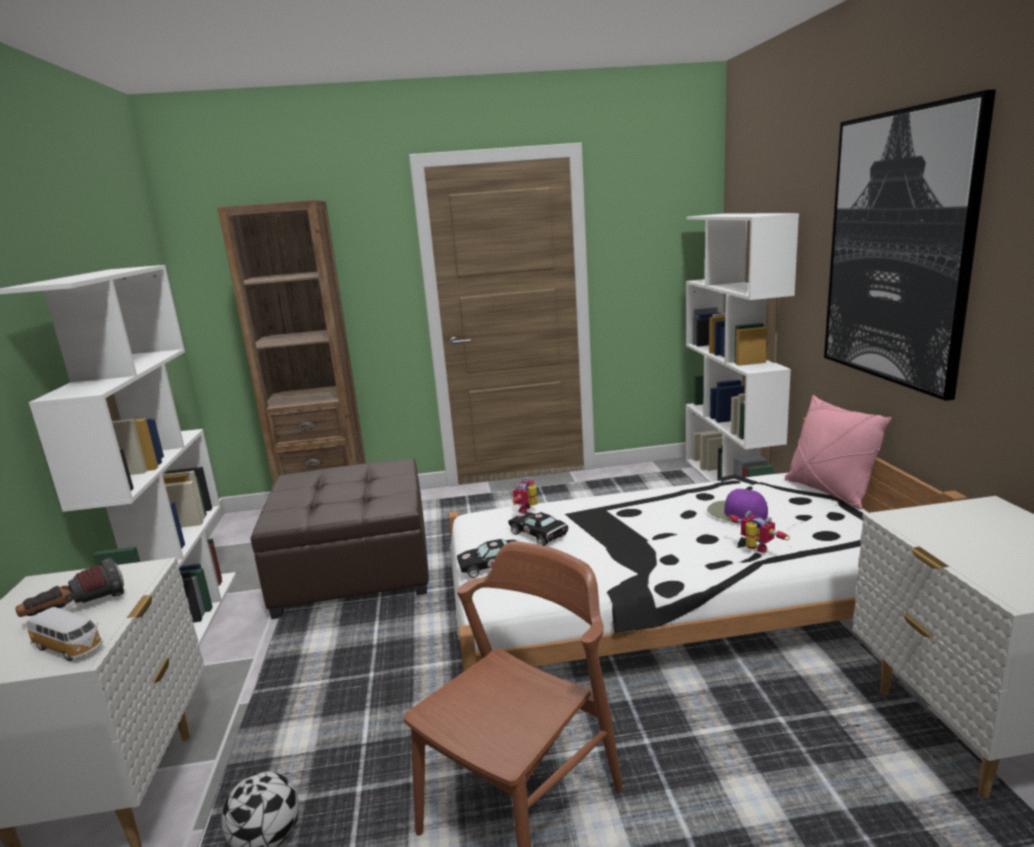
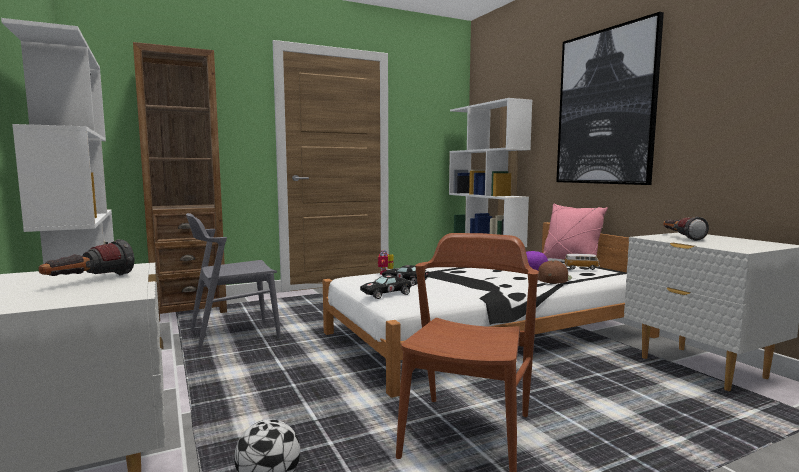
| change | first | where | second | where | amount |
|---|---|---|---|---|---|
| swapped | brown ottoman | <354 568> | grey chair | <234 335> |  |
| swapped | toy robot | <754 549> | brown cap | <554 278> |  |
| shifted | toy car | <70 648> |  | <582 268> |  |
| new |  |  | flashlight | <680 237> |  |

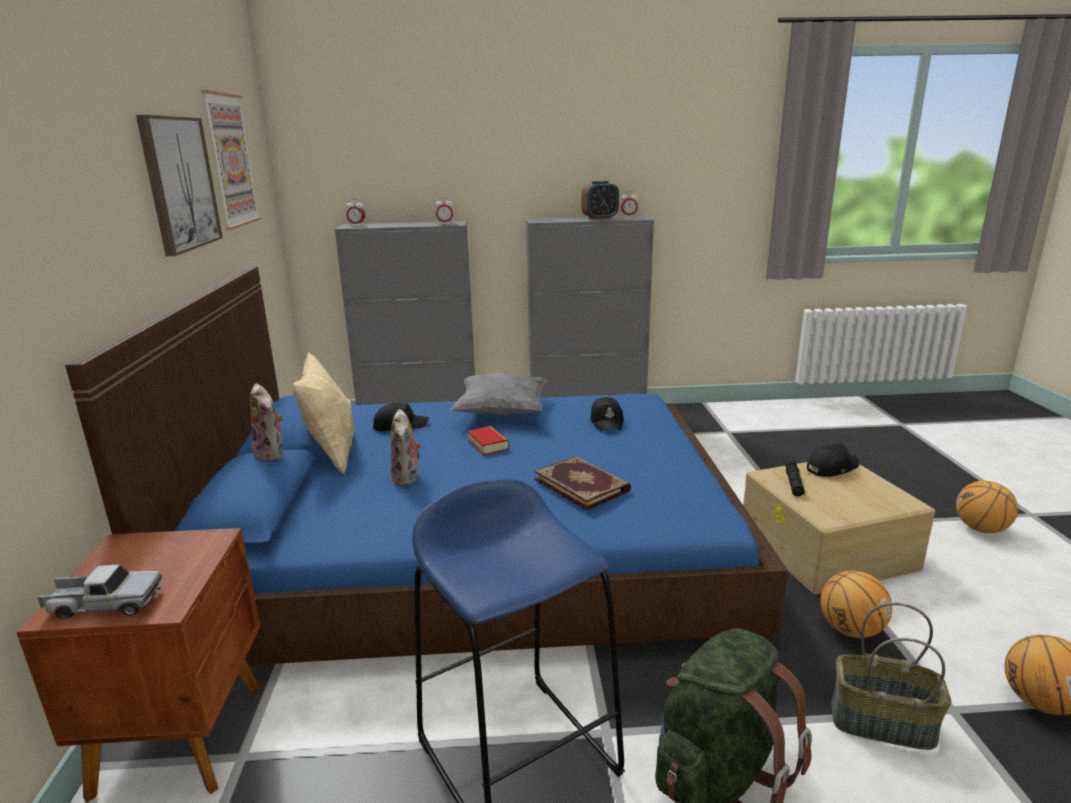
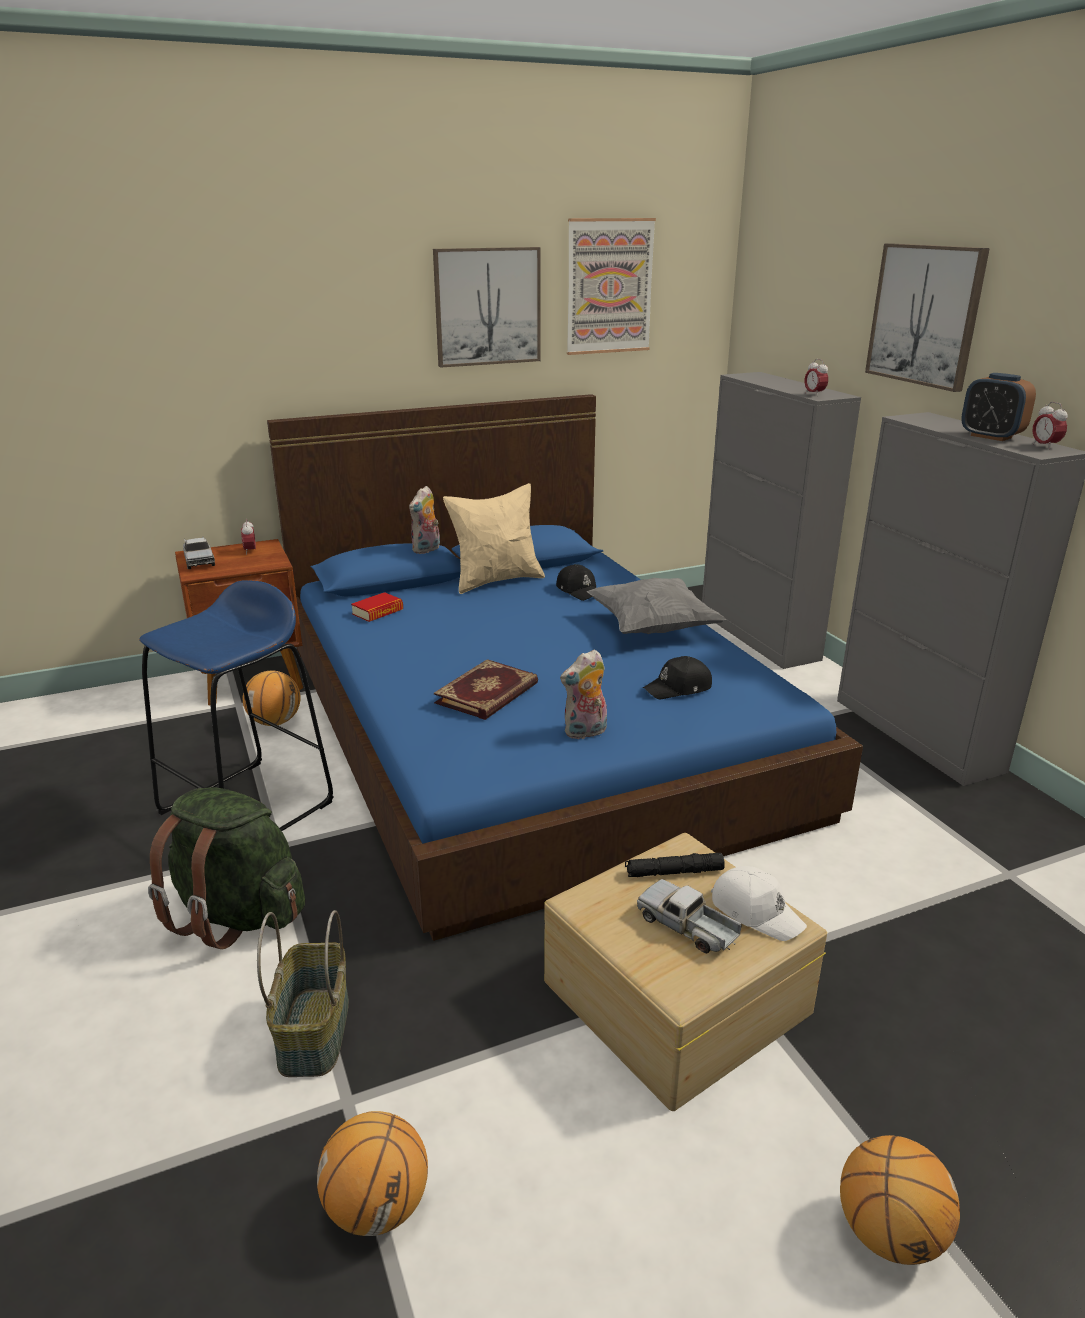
| change | first | where | second | where | amount |
|---|---|---|---|---|---|
| shifted | alarm clock | <357 225> |  | <250 551> |  |
| shifted | basketball | <850 630> |  | <275 722> |  |
| shifted | book | <488 445> |  | <377 612> |  |
| shifted | plush toy | <408 478> |  | <585 732> |  |
| new |  |  | toy truck | <687 927> |  |
| repainted | black cap | <831 468> | white cap | <756 911> |  |
| new |  |  | picture | <925 315> |  |

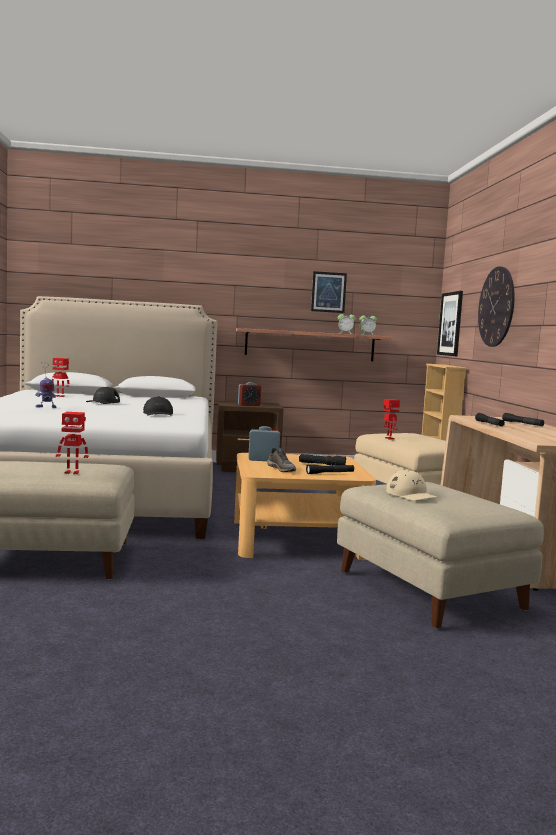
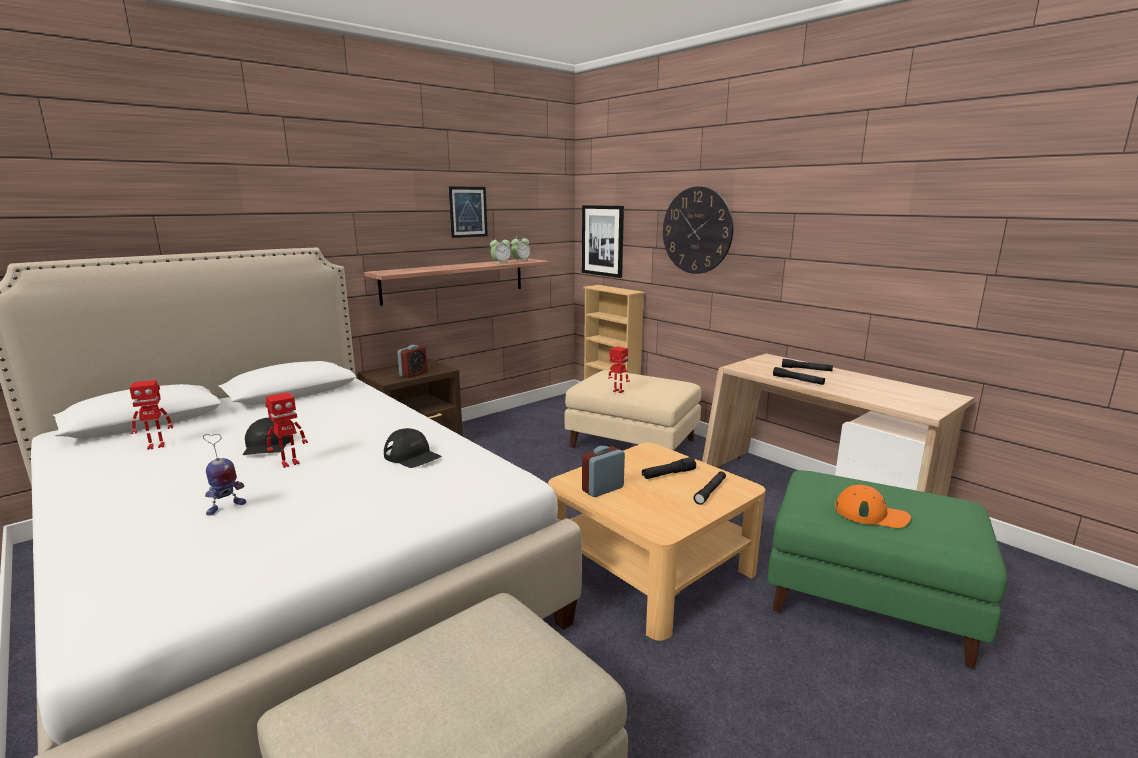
| change | first | where | second | where | amount |
|---|---|---|---|---|---|
| shifted | toy robot | <72 472> |  | <289 463> |  |
| repainted | beige ottoman | <431 590> | green ottoman | <870 599> |  |
| repainted | beige cap | <411 494> | orange cap | <871 514> |  |
| gone | grey shoe | <282 469> |  |  |  |

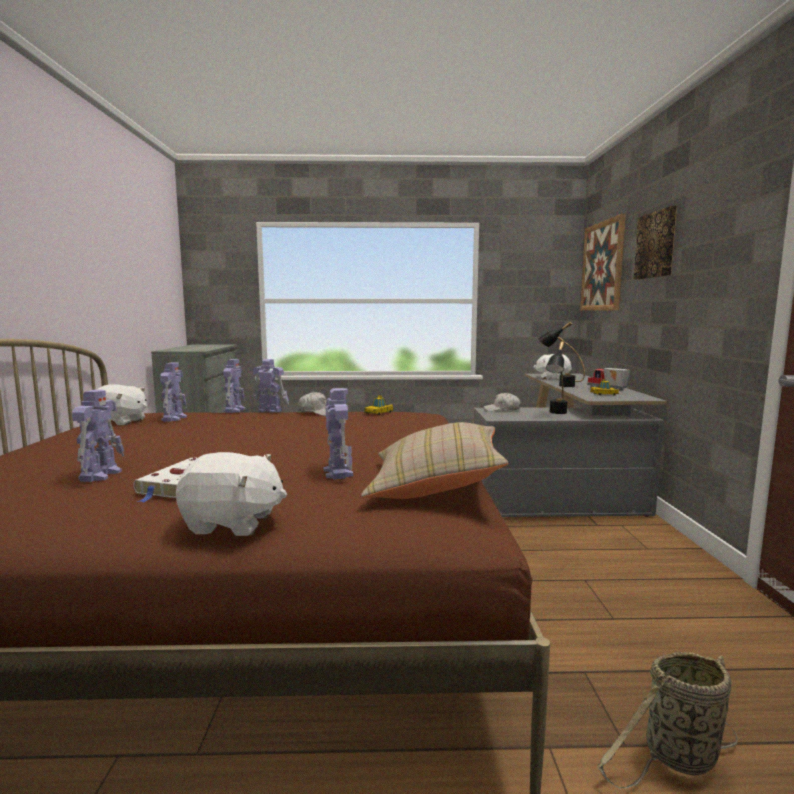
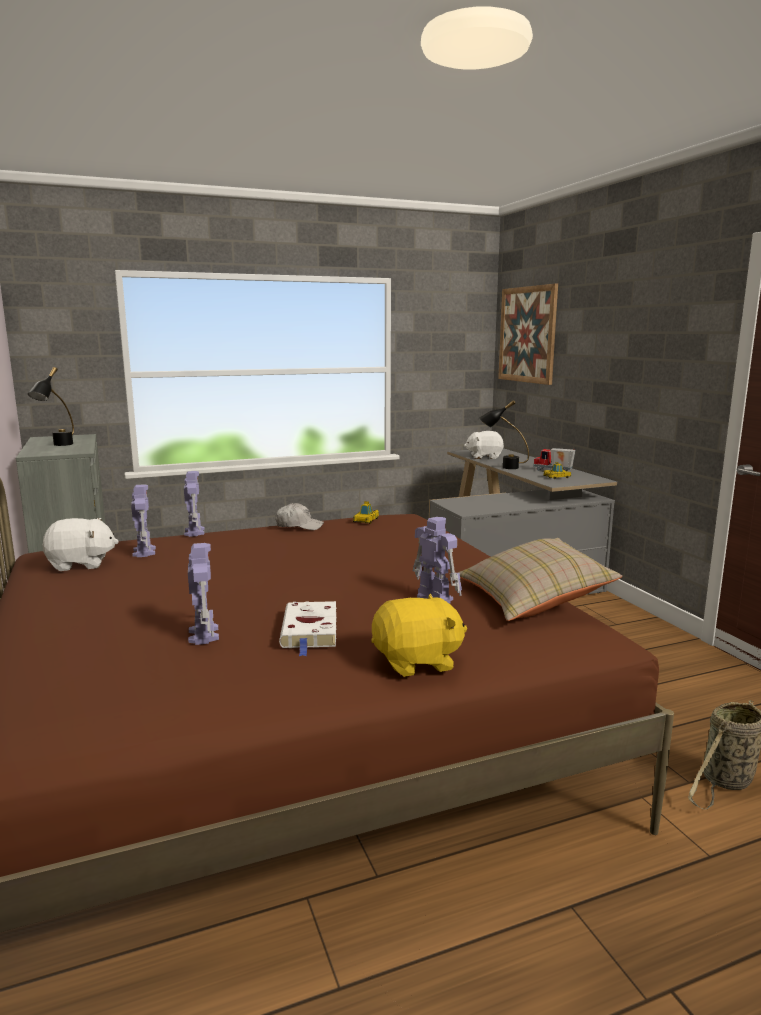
| change | first | where | second | where | amount |
|---|---|---|---|---|---|
| shifted | black table lamp | <556 413> |  | <58 445> |  |
| repainted | white plush toy | <232 523> | yellow plush toy | <417 662> |  |
| gone | toy robot | <269 410> |  |  |  |
| gone | white cap | <502 409> |  |  |  |
| gone | picture | <656 245> |  |  |  |

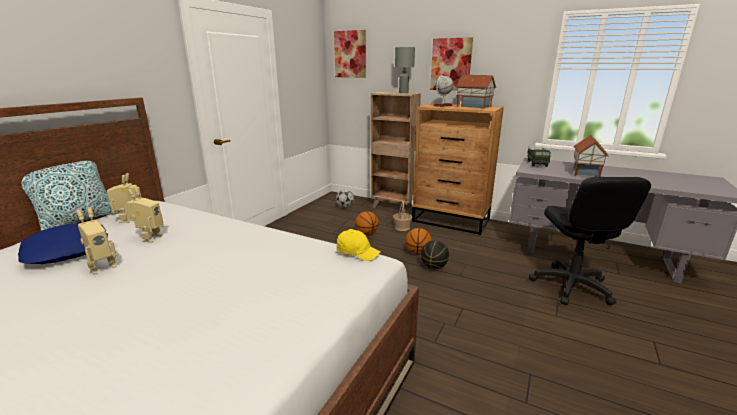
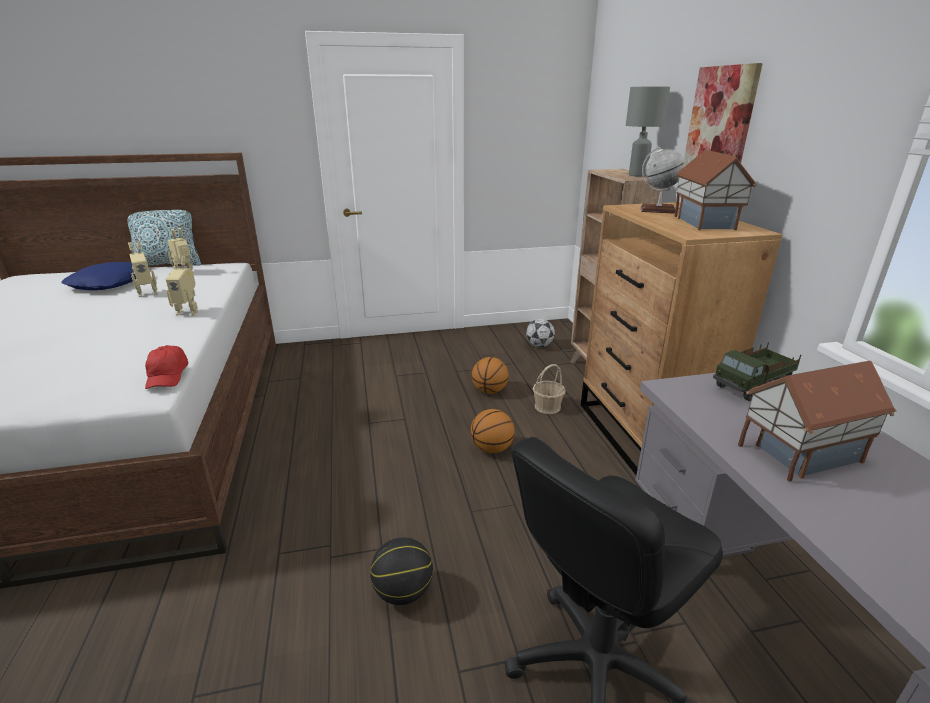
| change | first | where | second | where | amount |
|---|---|---|---|---|---|
| repainted | yellow cap | <357 252> | red cap | <168 376> |  |
| shifted | toy robot | <102 267> |  | <188 312> |  |
| shifted | basketball | <434 266> |  | <403 592> |  |
| gone | picture | <350 54> |  |  |  |

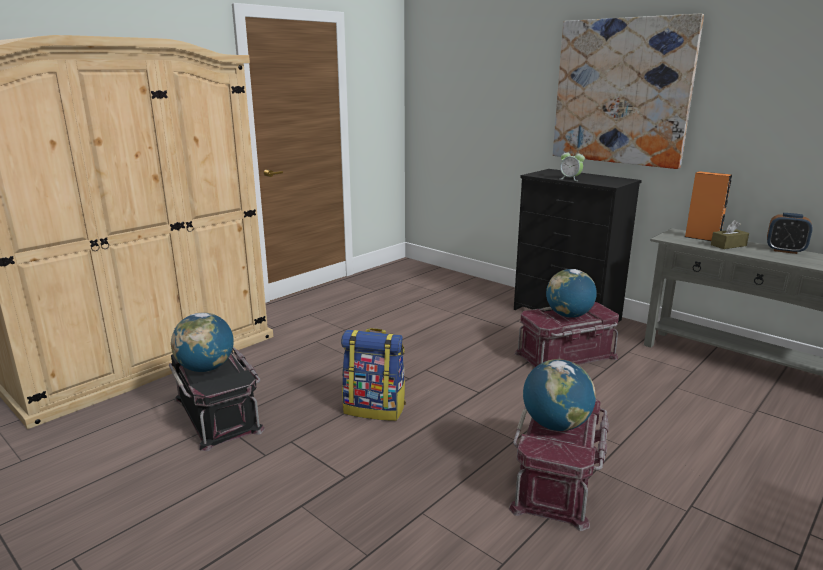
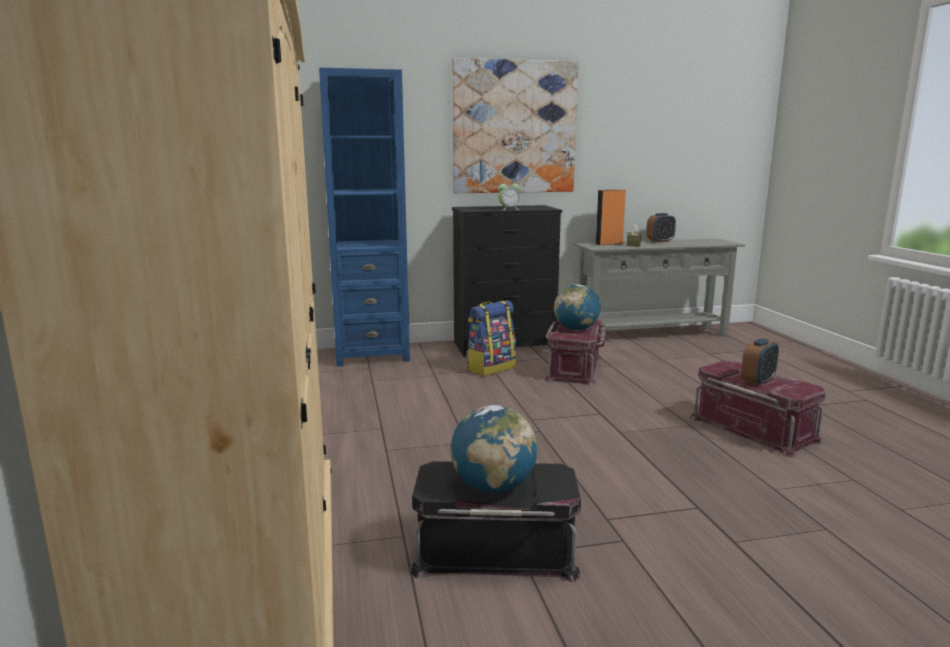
| change | first | where | second | where | amount |
|---|---|---|---|---|---|
| new |  |  | blue bookcase | <371 354> |  |
| shifted | backpack | <375 409> |  | <491 368> |  |
| swapped | globe | <555 425> | alarm clock | <758 381> |  |

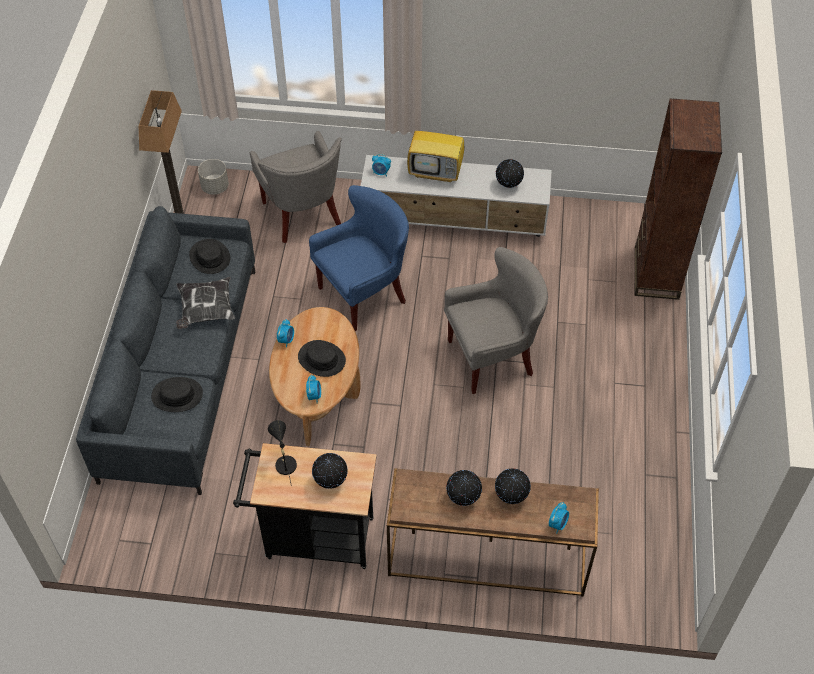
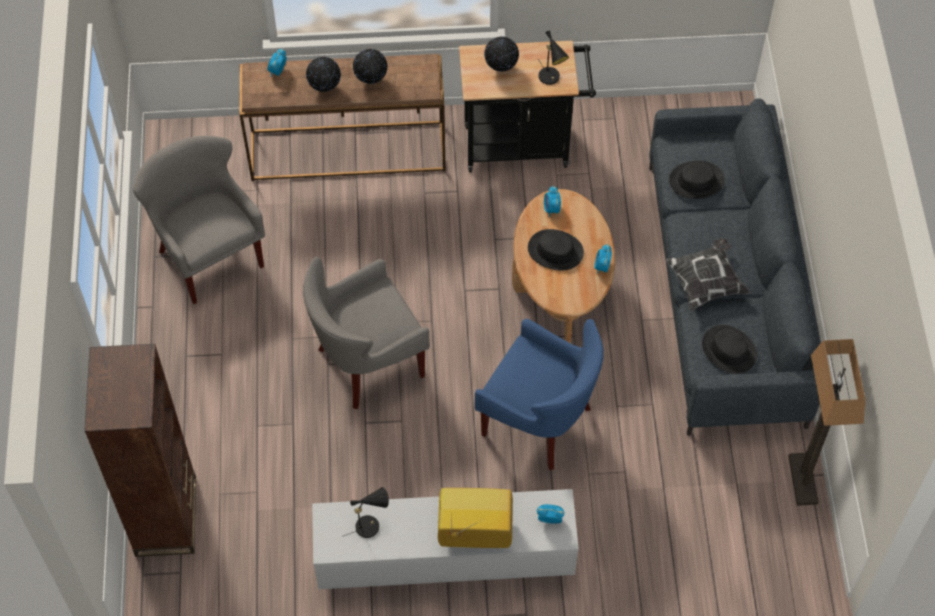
| change | first | where | second | where | amount |
|---|---|---|---|---|---|
| shifted | grey armchair | <302 216> |  | <210 257> |  |
| swapped | globe | <508 186> | black table lamp | <370 524> |  |
| rotated | blue armchair | <364 295> |  | <539 423> | 105 degrees counterclockwise |
| gone | grey planter | <215 187> |  |  |  |

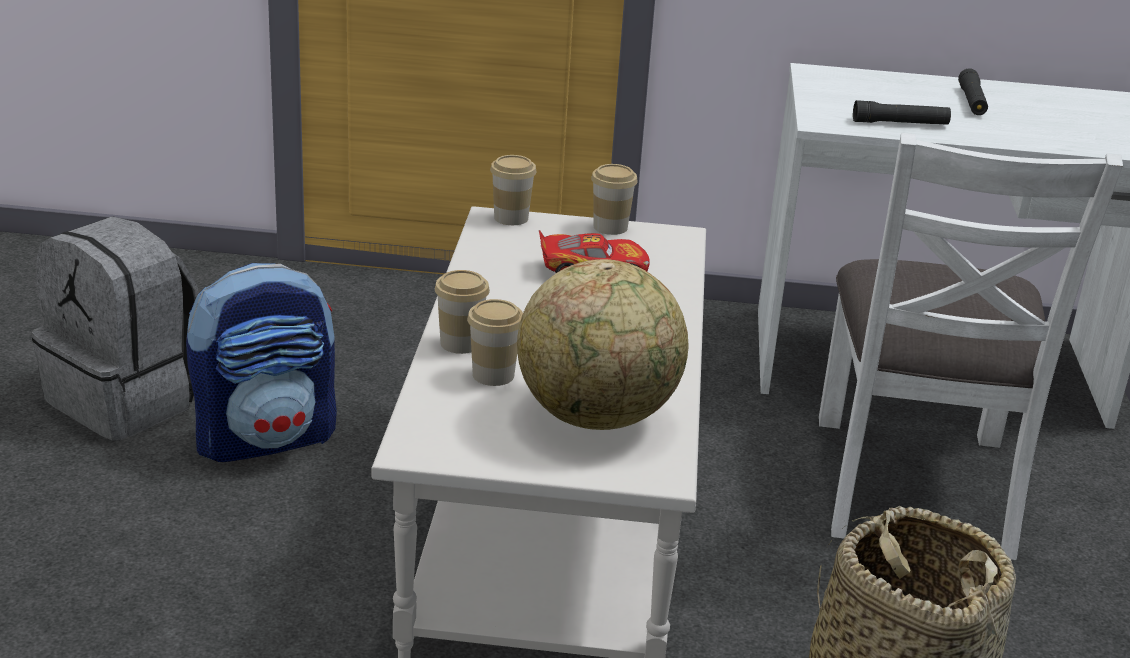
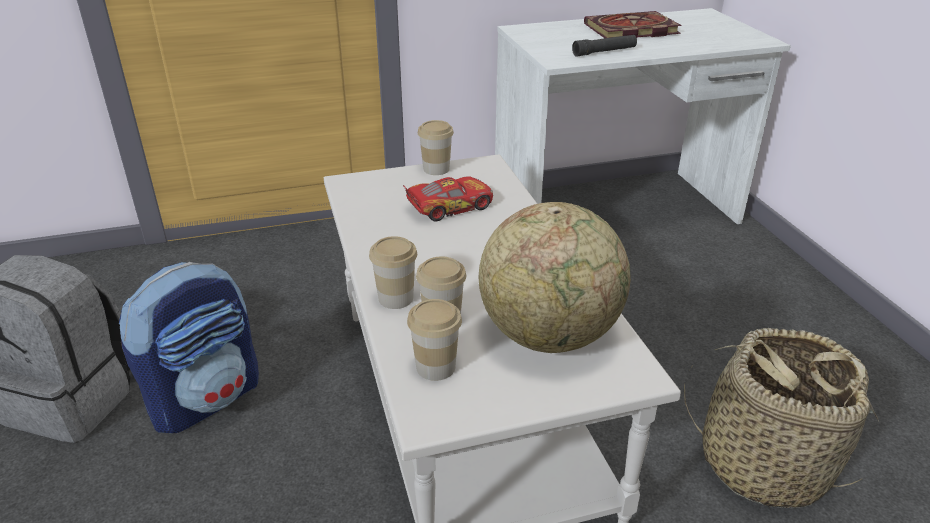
| change | first | where | second | where | amount |
|---|---|---|---|---|---|
| shifted | cup | <511 218> |  | <435 367> |  |
| swapped | black flashlight | <971 102> | book | <630 30> |  |
| gone | white chair | <915 485> |  |  |  |

